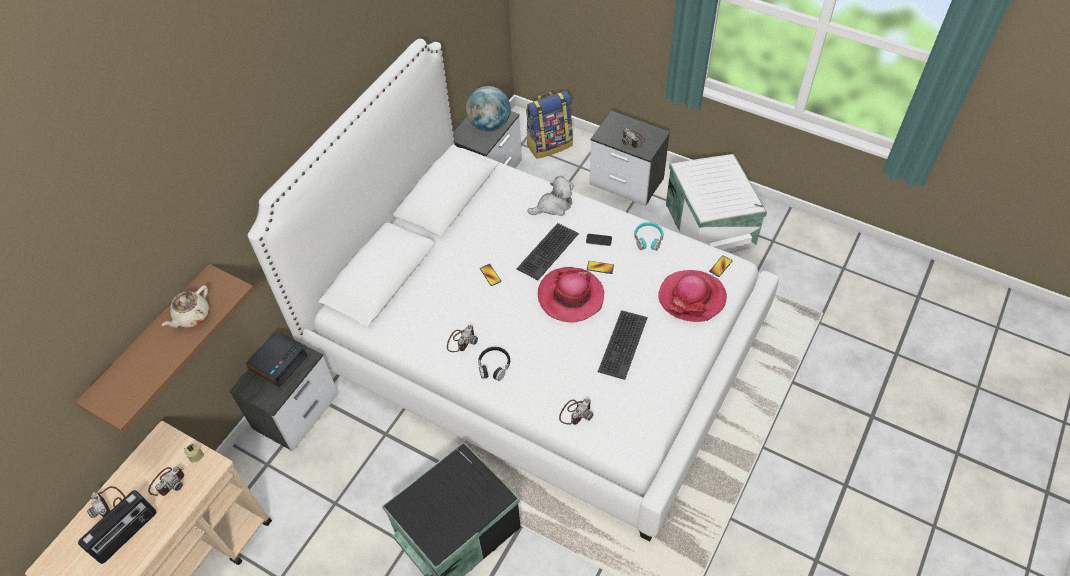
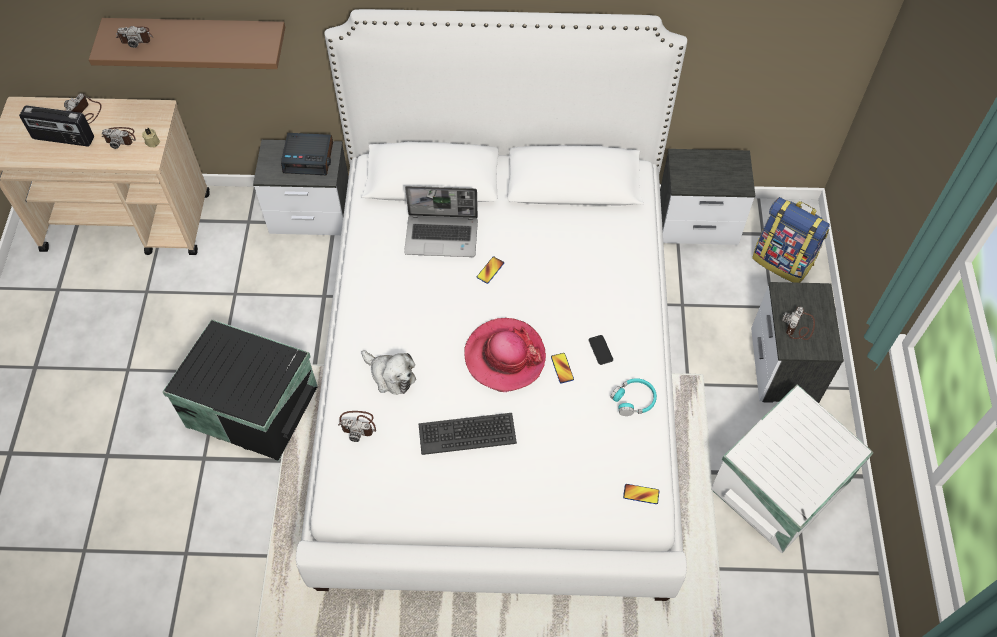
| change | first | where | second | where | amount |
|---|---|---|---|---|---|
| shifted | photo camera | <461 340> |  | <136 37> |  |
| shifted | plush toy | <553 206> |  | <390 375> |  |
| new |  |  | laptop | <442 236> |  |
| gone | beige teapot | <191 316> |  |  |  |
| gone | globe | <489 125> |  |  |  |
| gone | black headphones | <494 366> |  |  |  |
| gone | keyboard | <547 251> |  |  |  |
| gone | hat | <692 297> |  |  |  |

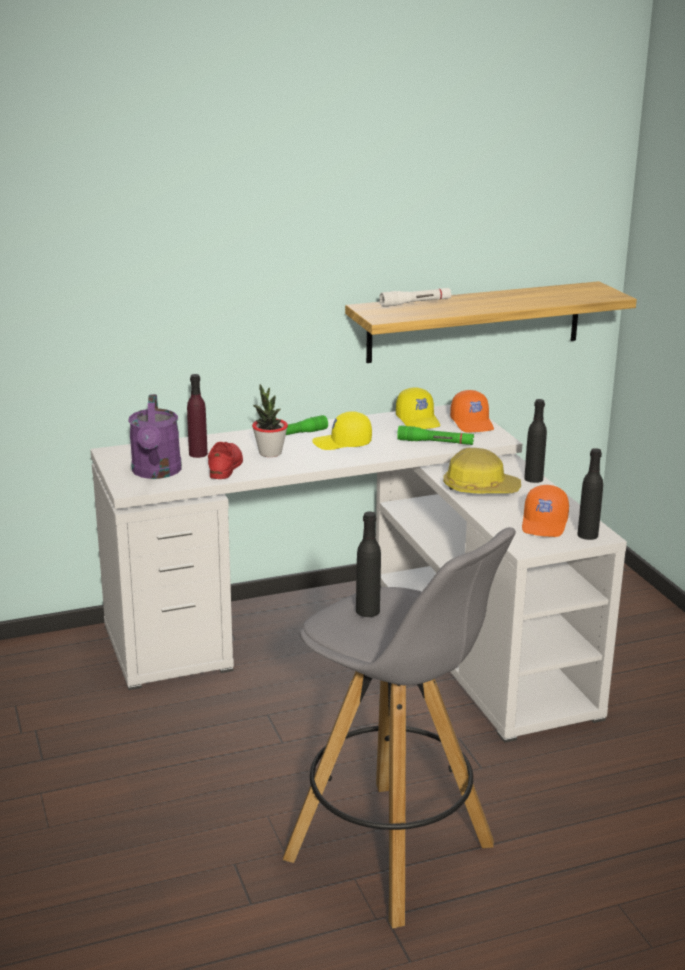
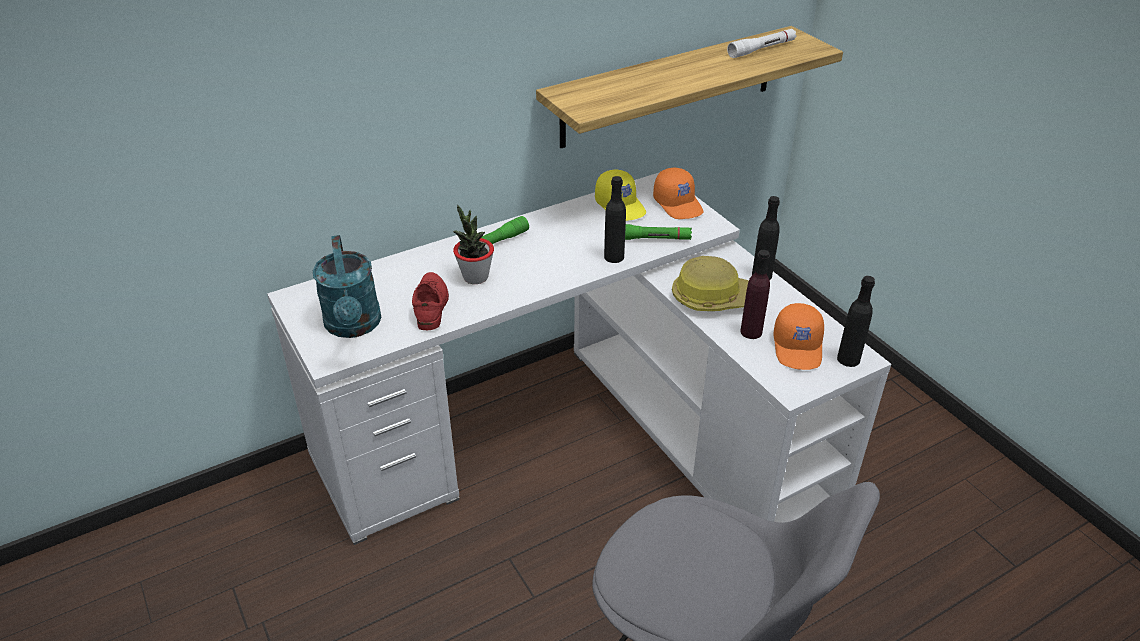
| change | first | where | second | where | amount |
|---|---|---|---|---|---|
| repainted | purple watering can | <156 473> | turquoise watering can | <354 326> |  |
| shifted | black bottle | <367 611> |  | <614 257> |  |
| shifted | white flashlight | <415 303> |  | <761 49> |  |
| shifted | purple bottle | <198 454> |  | <751 332> |  |
| gone | yellow cap | <342 443> |  |  |  |

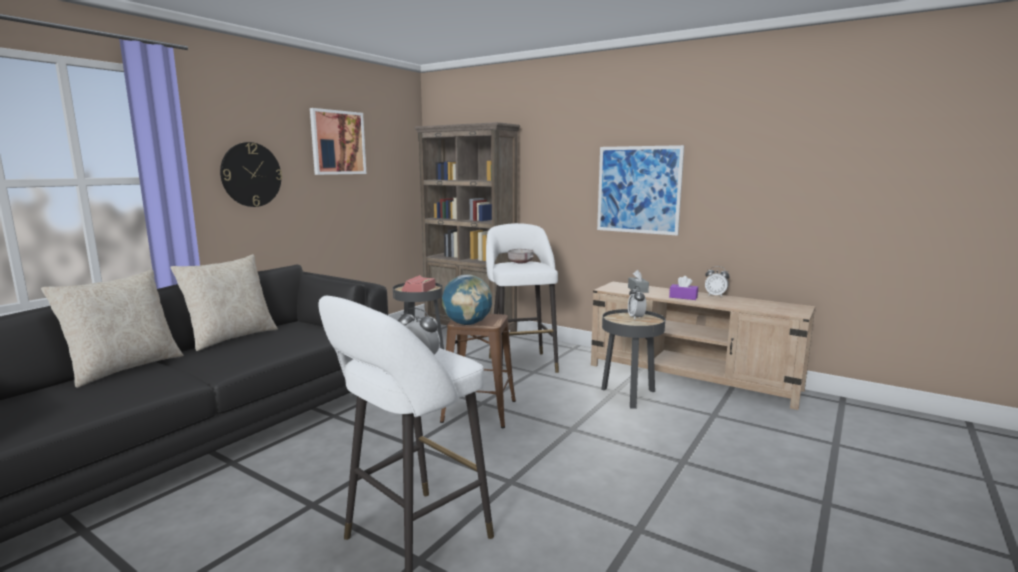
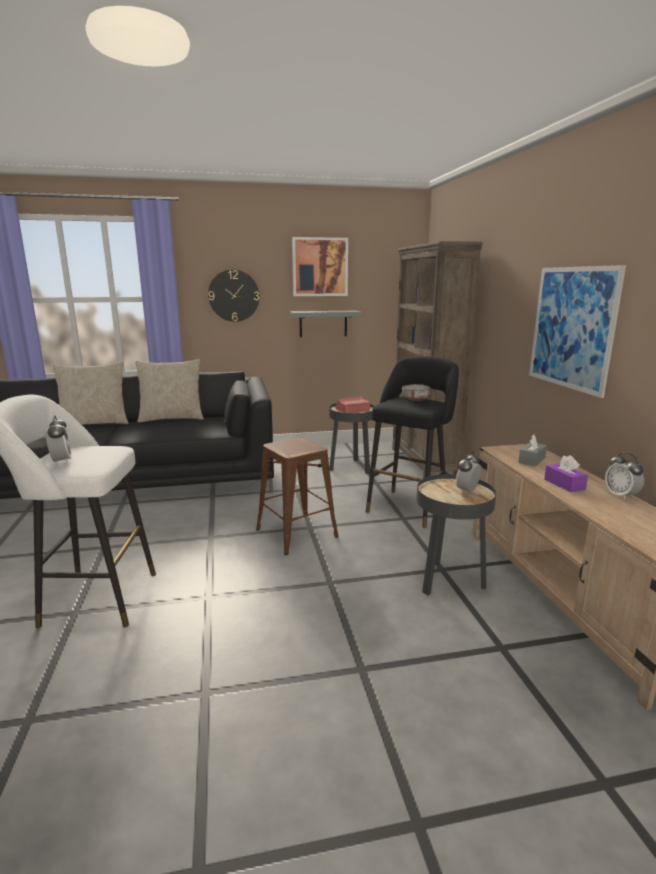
| change | first | where | second | where | amount |
|---|---|---|---|---|---|
| new |  |  | grey shelf | <323 323> |  |
| repainted | white stool | <521 363> | black stool | <409 506> |  |
| gone | globe | <467 323> |  |  |  |

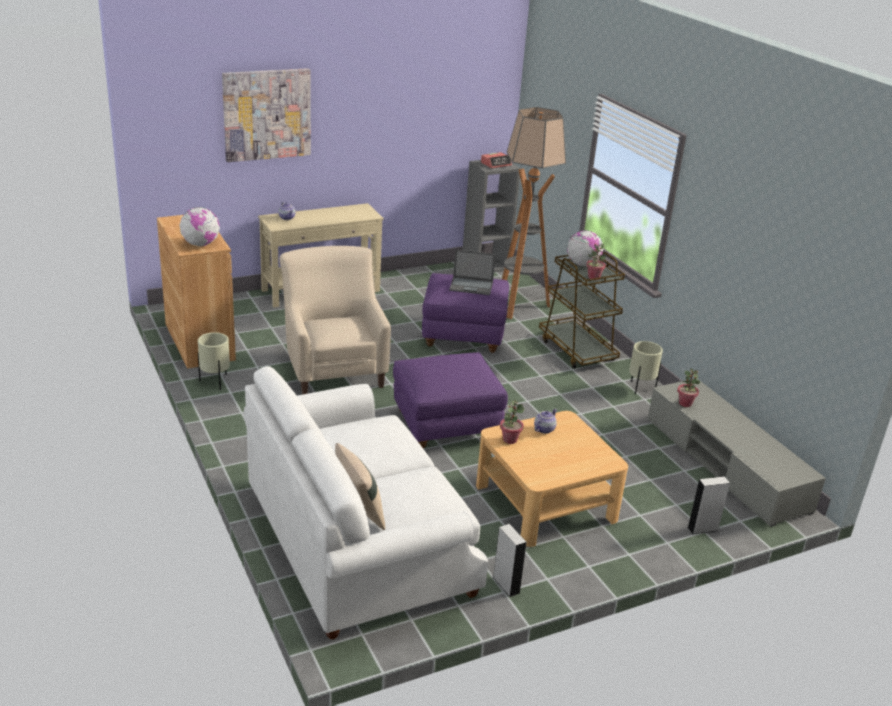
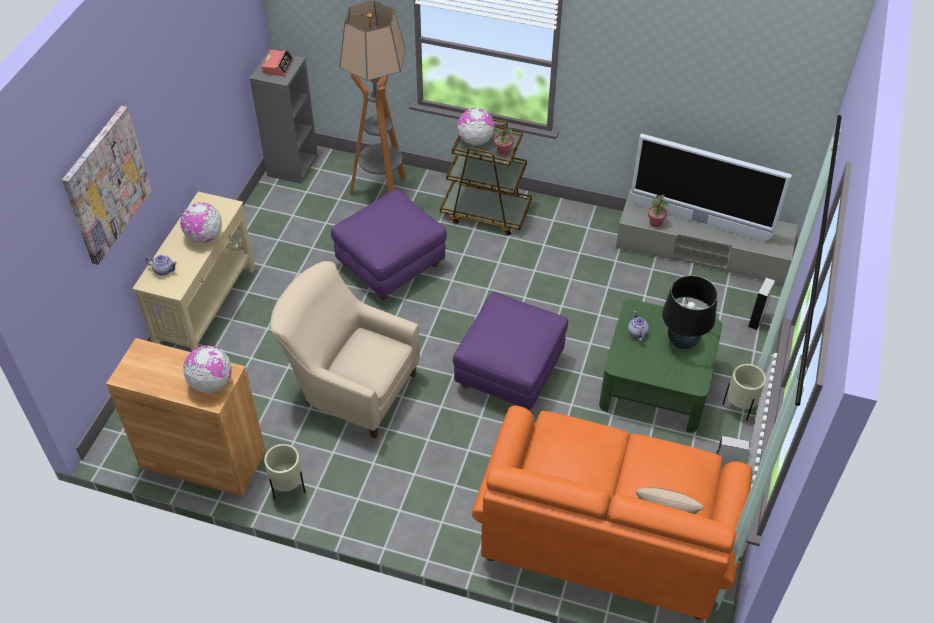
| change | first | where | second | where | amount |
|---|---|---|---|---|---|
| new |  |  | globe | <204 237> |  |
| repainted | white sofa | <358 541> | orange sofa | <606 530> |  |
| repainted | beige coffee table | <544 502> | green coffee table | <655 383> |  |
| new |  |  | television | <699 221> |  |
| new |  |  | black table lamp | <682 341> |  |
| shifted | beige planter | <640 388> |  | <739 407> |  |
| gone | laptop | <471 286> |  |  |  |
| gone | potted plant | <509 439> |  |  |  |

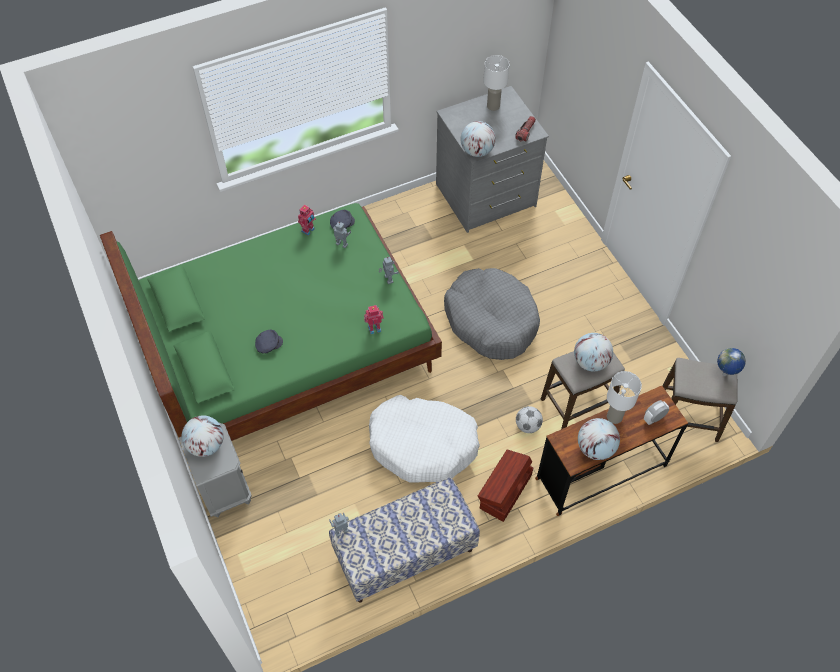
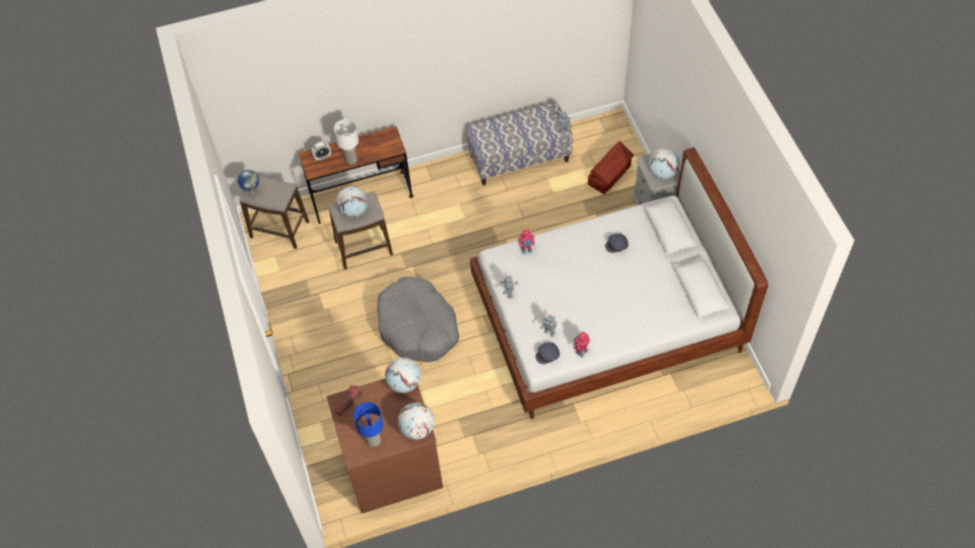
| change | first | where | second | where | amount |
|---|---|---|---|---|---|
| repainted | grey dresser | <486 196> | brown dresser | <392 465> |  |
| repainted | white table lamp | <493 106> | blue table lamp | <374 441> |  |
| shifted | globe | <595 448> |  | <417 429> |  |
| repainted | green bed | <286 346> | white bed | <606 319> |  |
| shifted | brown storage box | <504 491> |  | <610 175> |  |
| gone | white dog bed | <423 444> |  |  |  |
| gone | football | <528 426> |  |  |  |

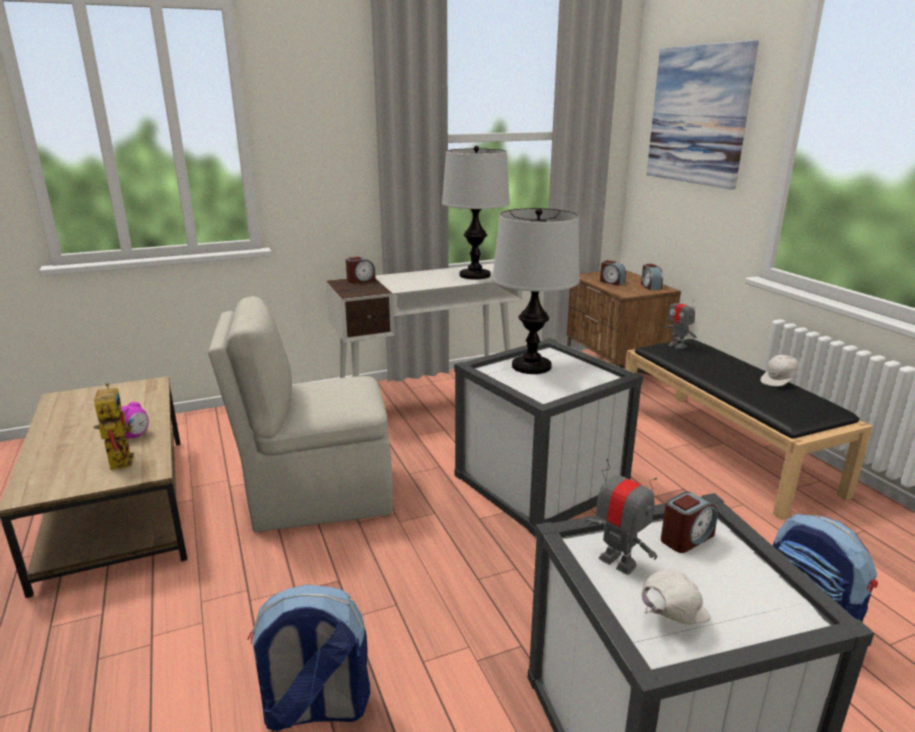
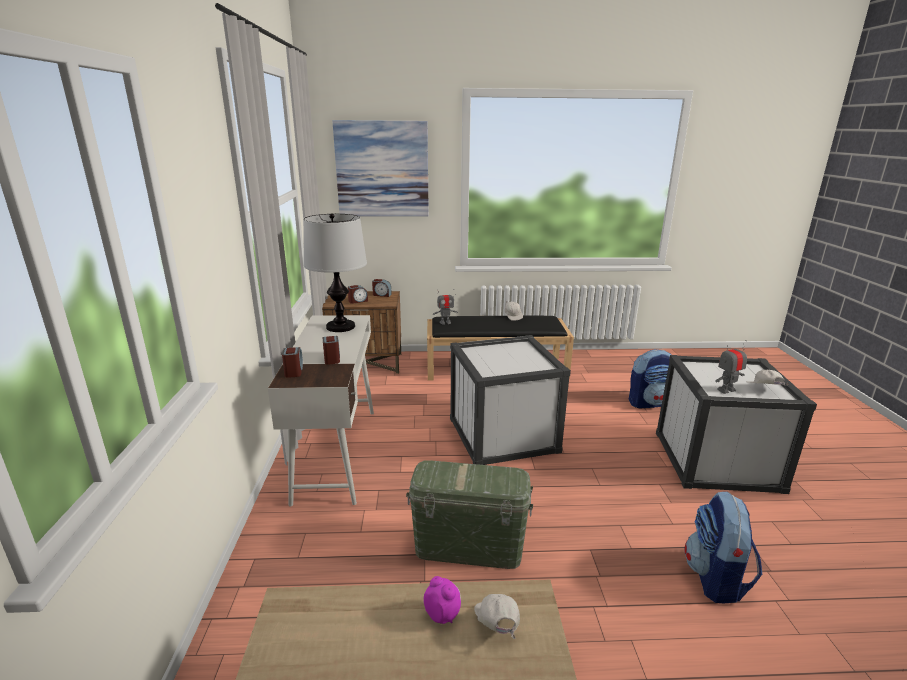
| change | first | where | second | where | amount |
|---|---|---|---|---|---|
| shifted | alarm clock | <686 538> |  | <332 358> |  |
| swapped | beige chair | <317 495> | green storage box | <468 546> |  |
| swapped | toy robot | <119 458> | white cap | <496 626> |  |
| gone | table lamp | <531 366> |  |  |  |

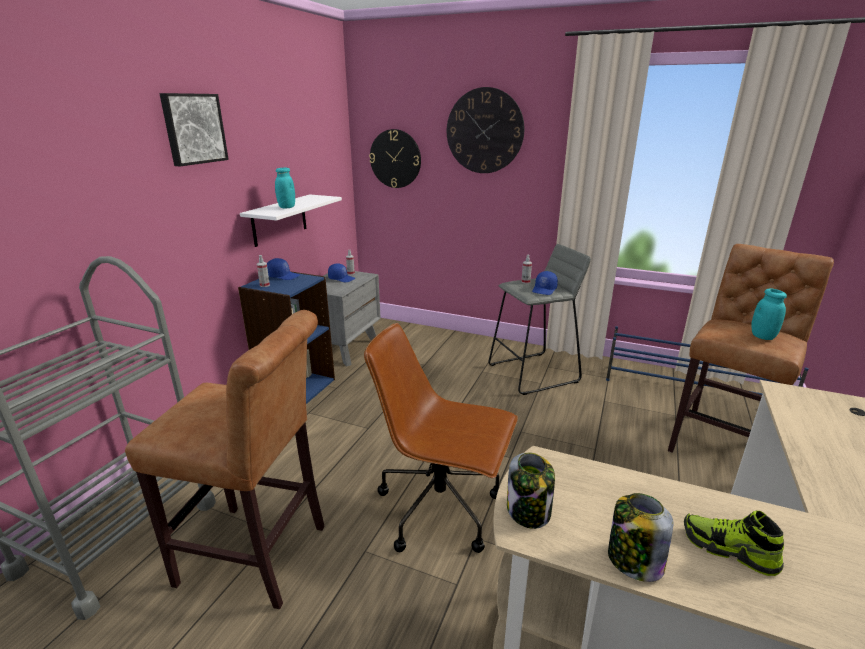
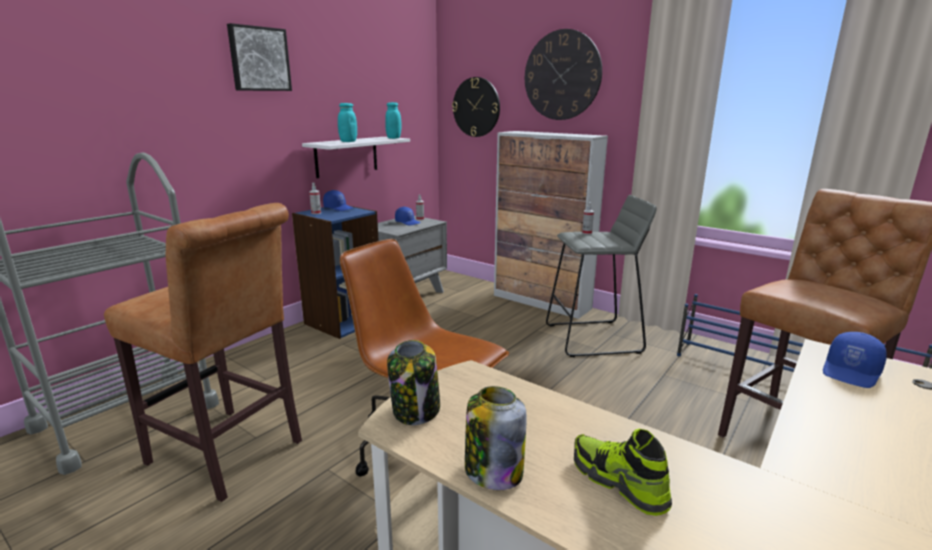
| change | first | where | second | where | amount |
|---|---|---|---|---|---|
| shifted | turquoise jar | <762 336> |  | <394 138> |  |
| new |  |  | cabinet | <541 302> |  |
| shifted | blue cap | <544 290> |  | <852 372> |  |

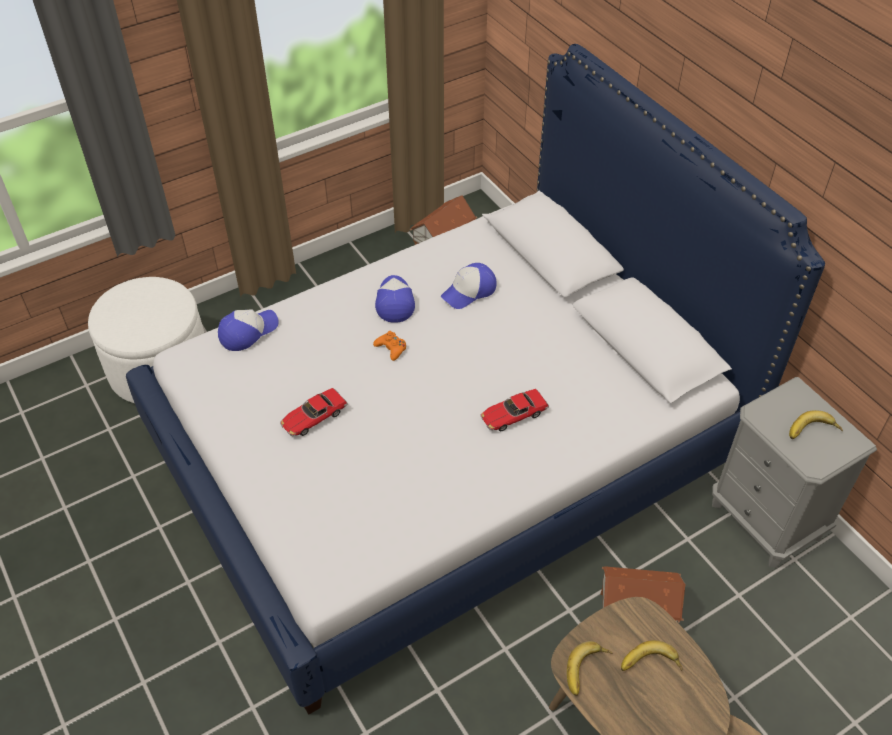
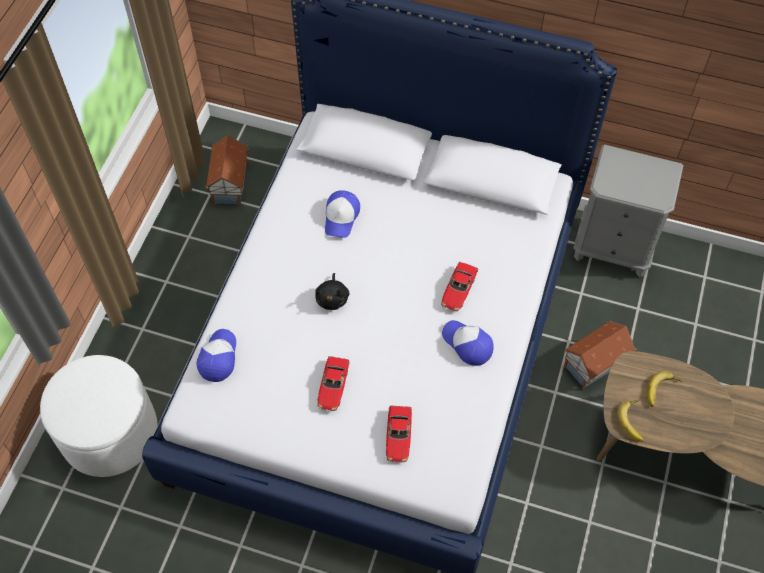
| change | first | where | second | where | amount |
|---|---|---|---|---|---|
| swapped | orange game controller | <391 348> | black plush toy | <332 298> |  |
| new |  |  | toy car | <398 436> |  |
| shifted | cap | <394 302> |  | <467 344> |  |
| gone | banana | <813 432> |  |  |  |

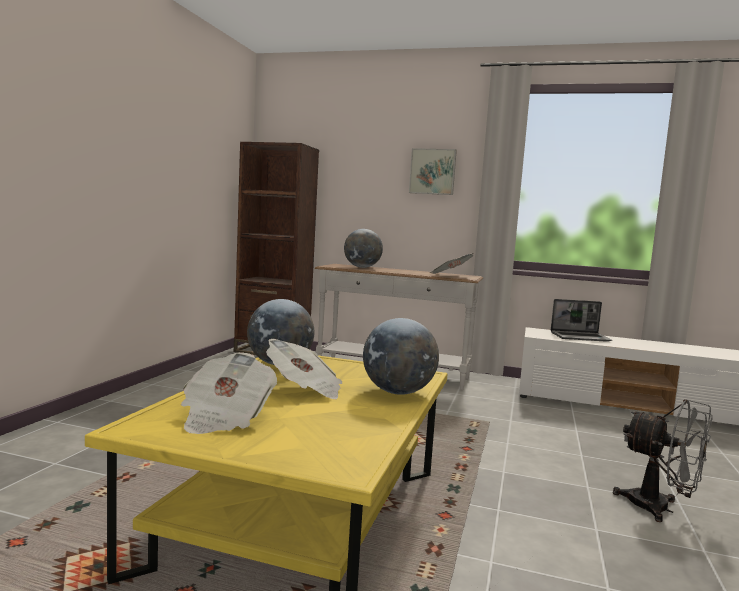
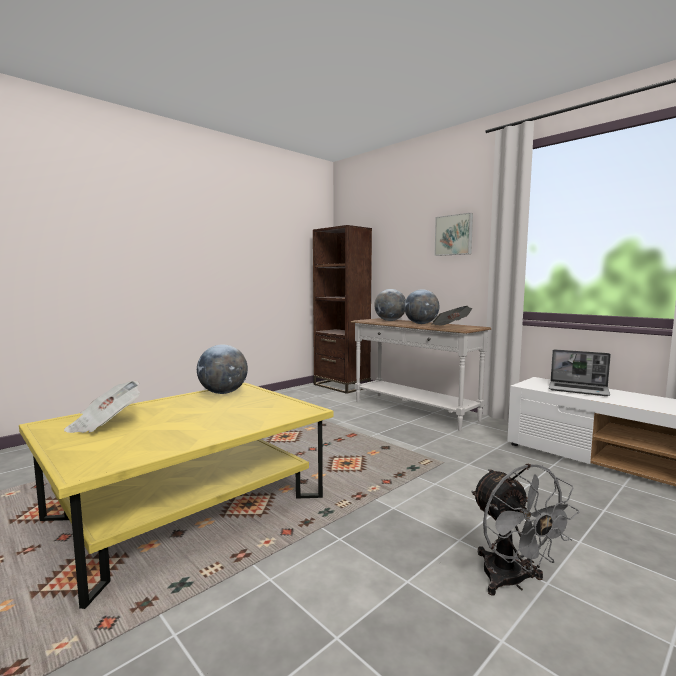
| change | first | where | second | where | amount |
|---|---|---|---|---|---|
| shifted | globe | <398 392> |  | <421 324> |  |
| gone | newspaper | <305 389> |  |  |  |

